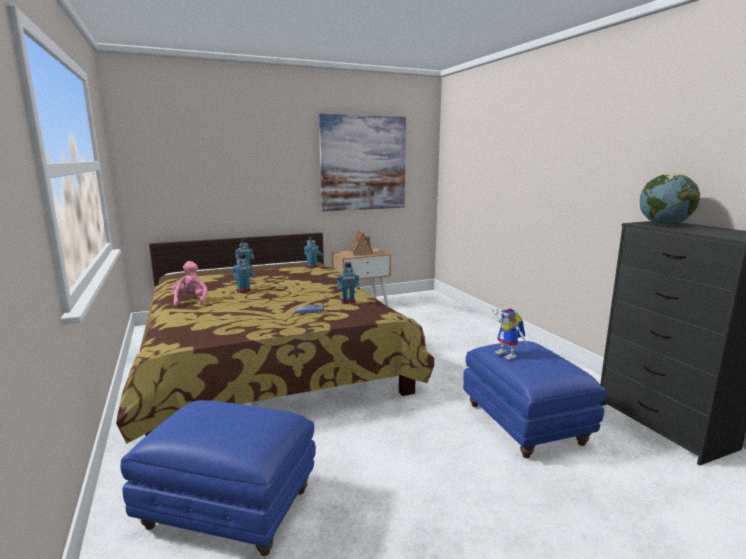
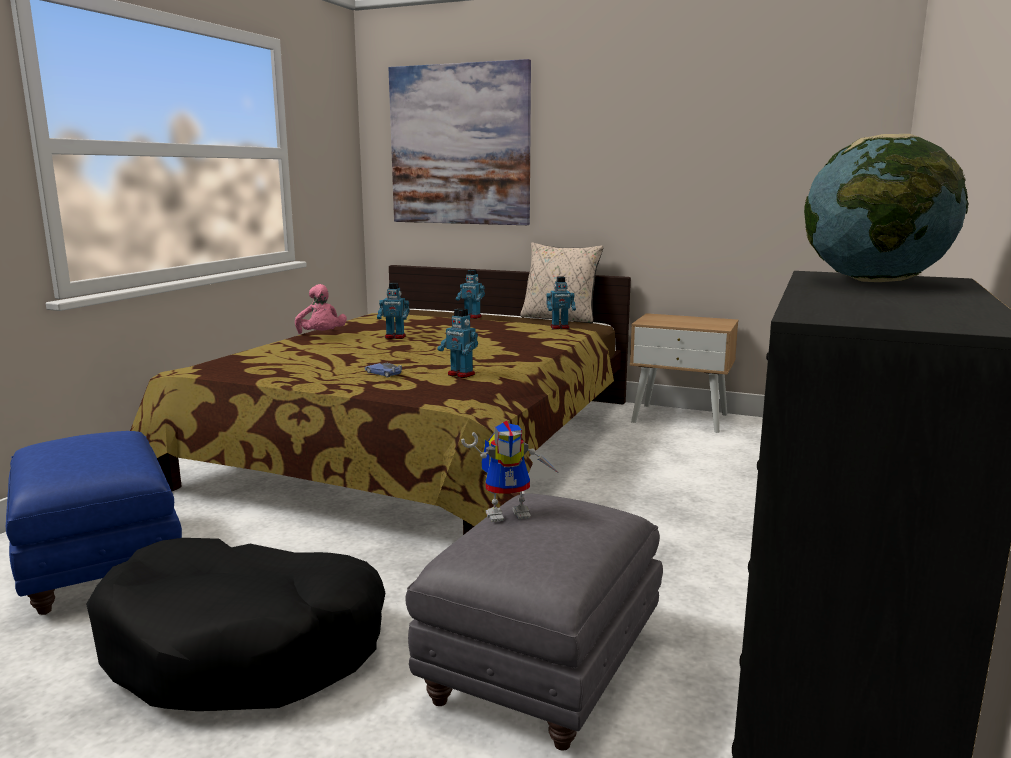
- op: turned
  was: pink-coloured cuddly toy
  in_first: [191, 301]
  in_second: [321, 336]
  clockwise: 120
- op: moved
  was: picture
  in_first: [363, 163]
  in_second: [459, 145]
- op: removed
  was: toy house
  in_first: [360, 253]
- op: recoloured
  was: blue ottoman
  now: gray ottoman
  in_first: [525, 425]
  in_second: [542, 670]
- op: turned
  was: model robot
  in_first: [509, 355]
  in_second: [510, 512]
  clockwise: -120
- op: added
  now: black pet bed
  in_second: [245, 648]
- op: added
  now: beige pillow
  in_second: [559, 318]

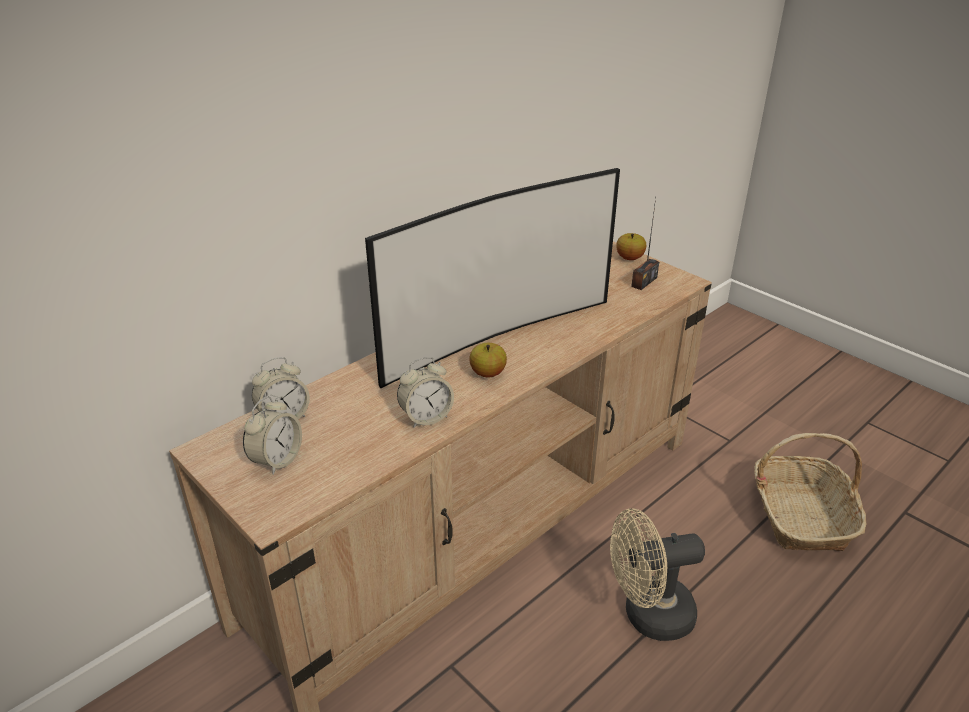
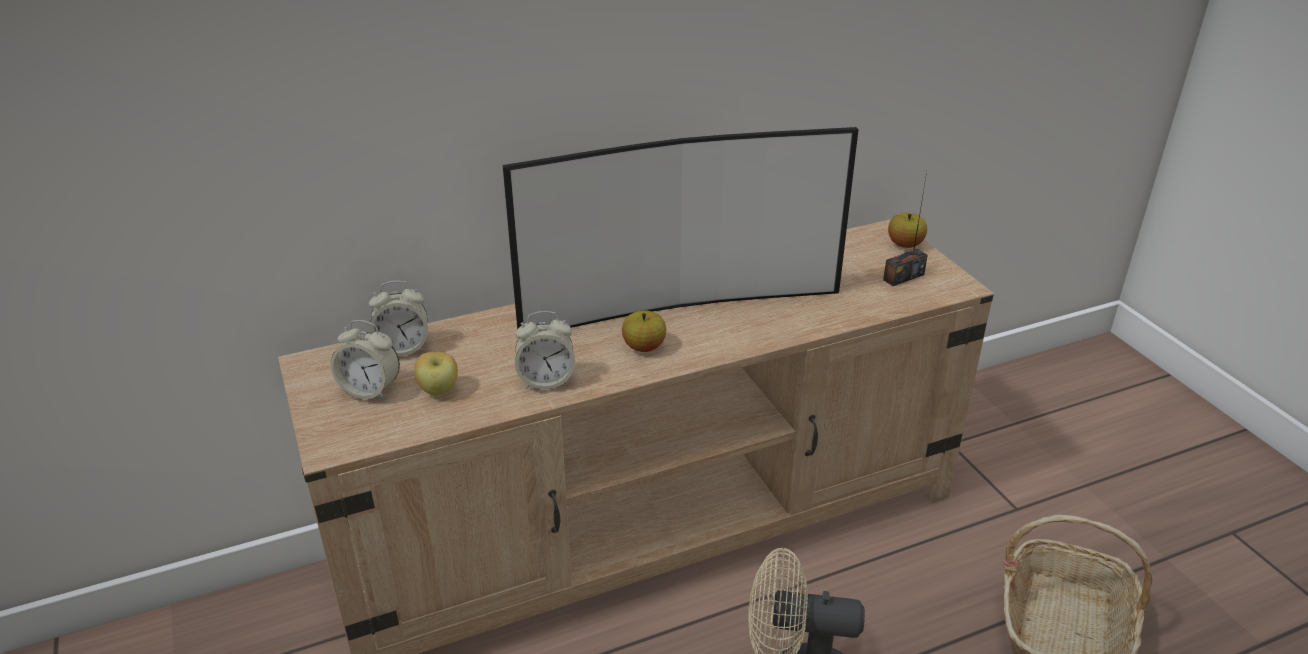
- op: turned
  was: table clock
  in_first: [277, 460]
  in_second: [370, 390]
  clockwise: 60
- op: added
  now: whole apple
  in_second: [439, 391]

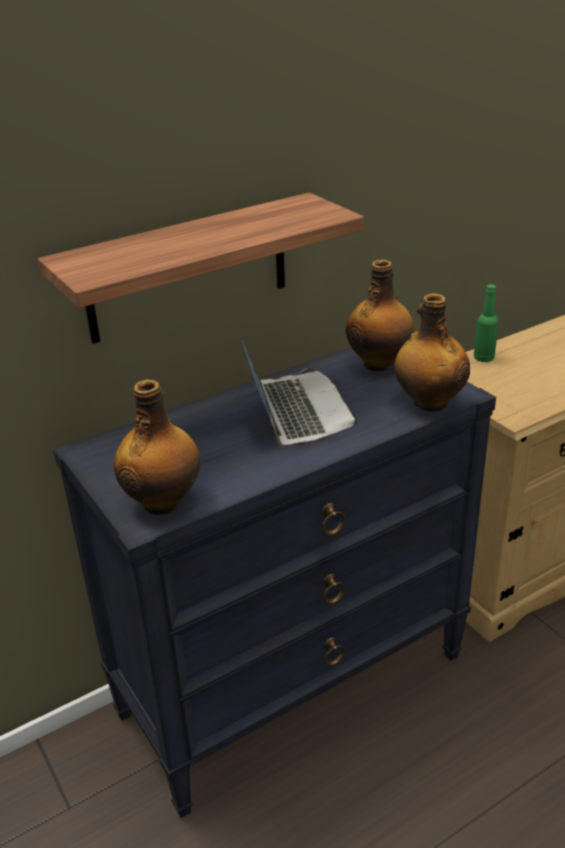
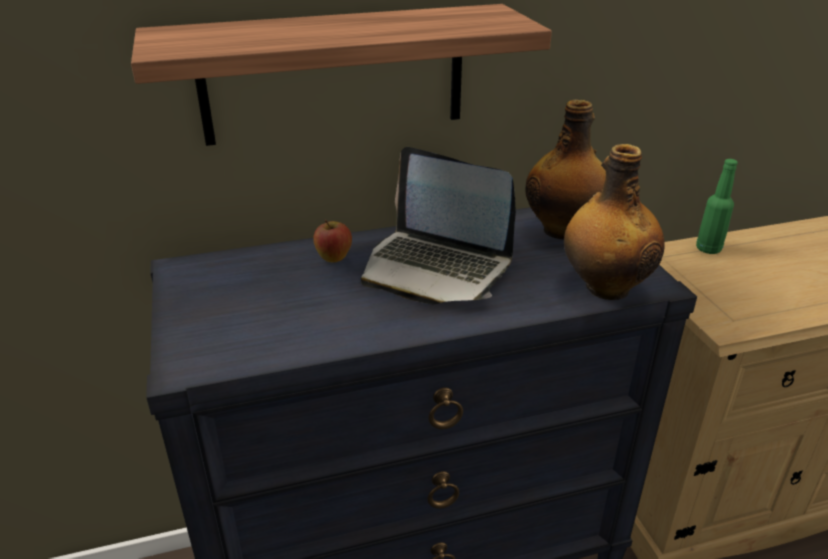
- op: removed
  was: bottle
  in_first: [163, 501]
- op: turned
  was: laptop
  in_first: [295, 411]
  in_second: [435, 267]
  clockwise: 120
- op: added
  now: whole apple
  in_second: [334, 259]

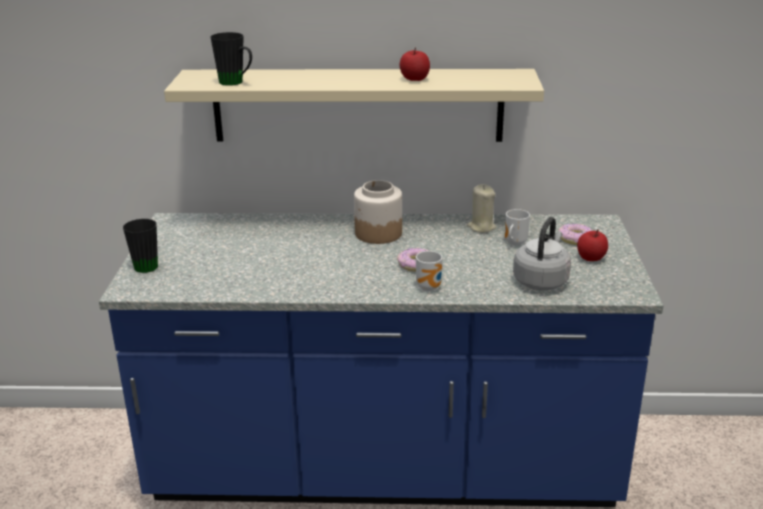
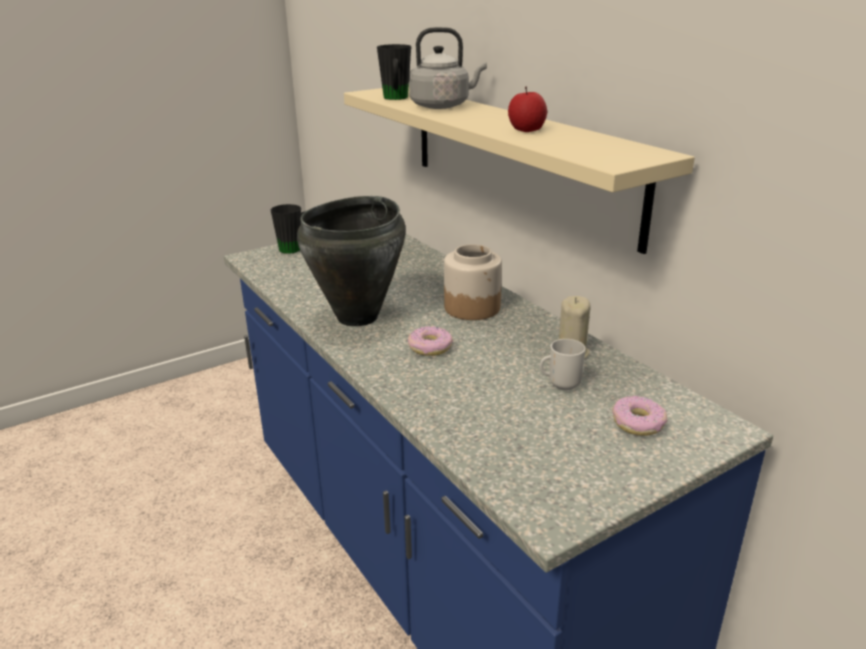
- op: removed
  was: coffee mug
  in_first: [430, 287]
- op: moved
  was: gray kettle
  in_first: [541, 280]
  in_second: [443, 106]
- op: removed
  was: whole apple
  in_first: [591, 258]
- op: added
  now: black stockpot
  in_second: [358, 317]

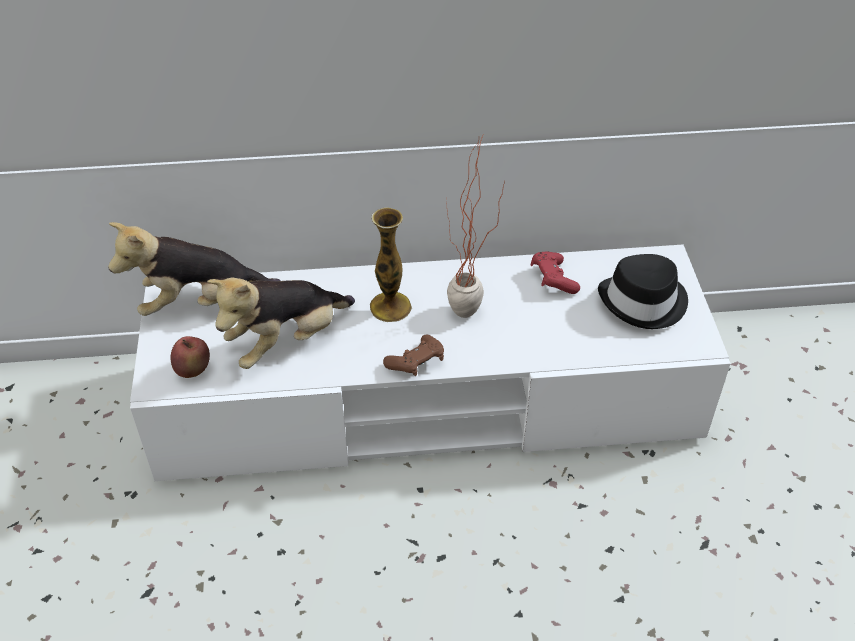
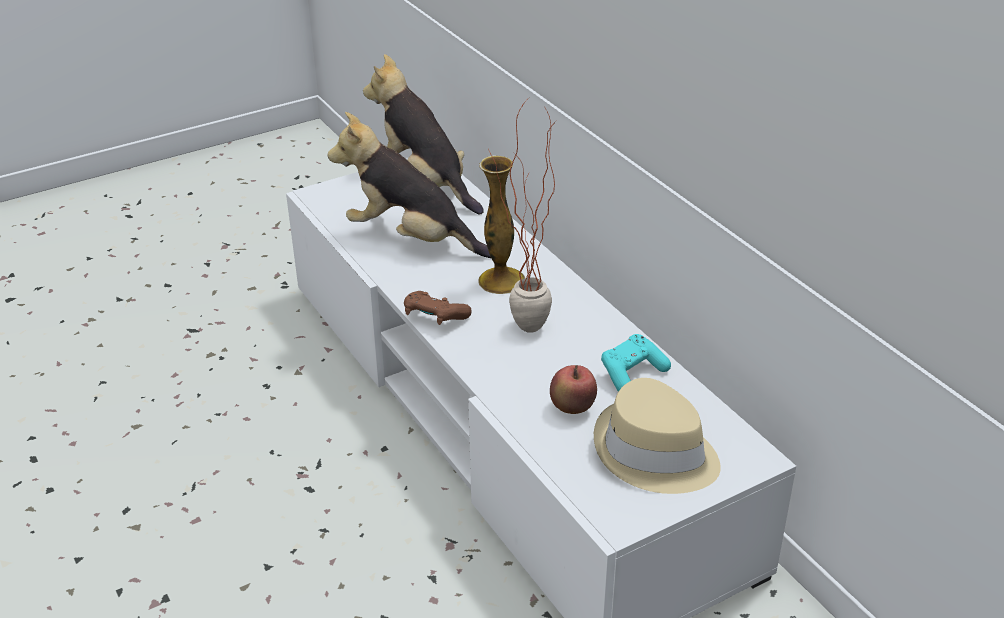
- op: moved
  was: whole apple
  in_first: [193, 370]
  in_second: [572, 409]
- op: recoloured
  was: red game controller
  now: blue-green game controller
  in_first: [553, 280]
  in_second: [632, 374]
- op: recoloured
  was: black clothing hat
  now: beige clothing hat
  in_first: [644, 302]
  in_second: [654, 454]

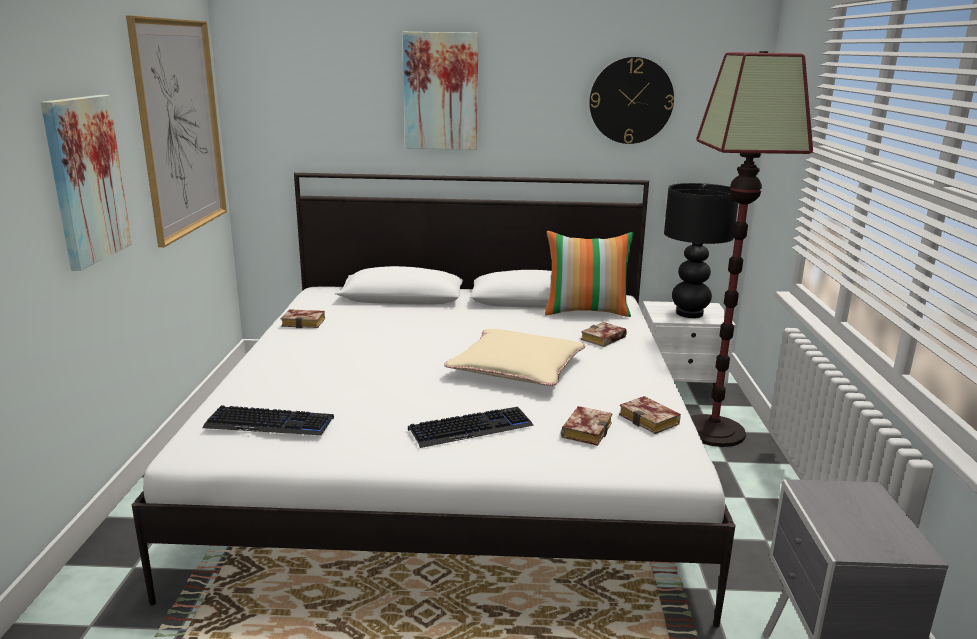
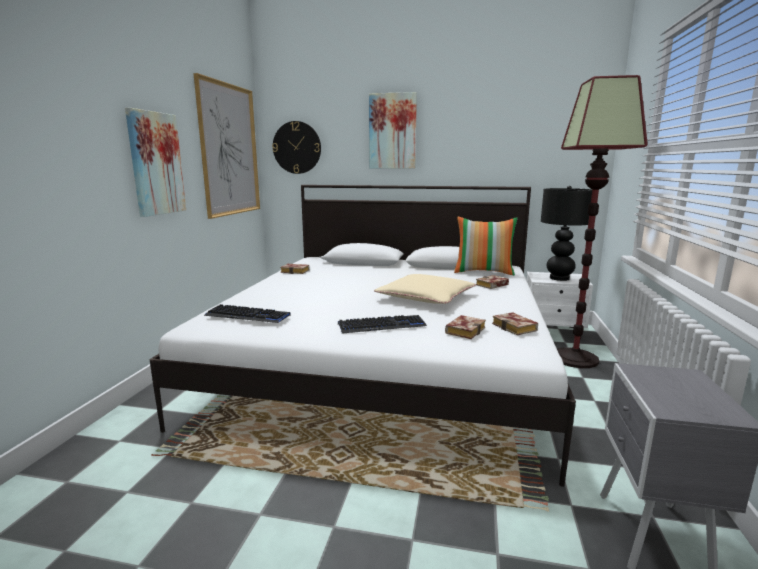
- op: moved
  was: hanging clock
  in_first: [631, 101]
  in_second: [297, 147]

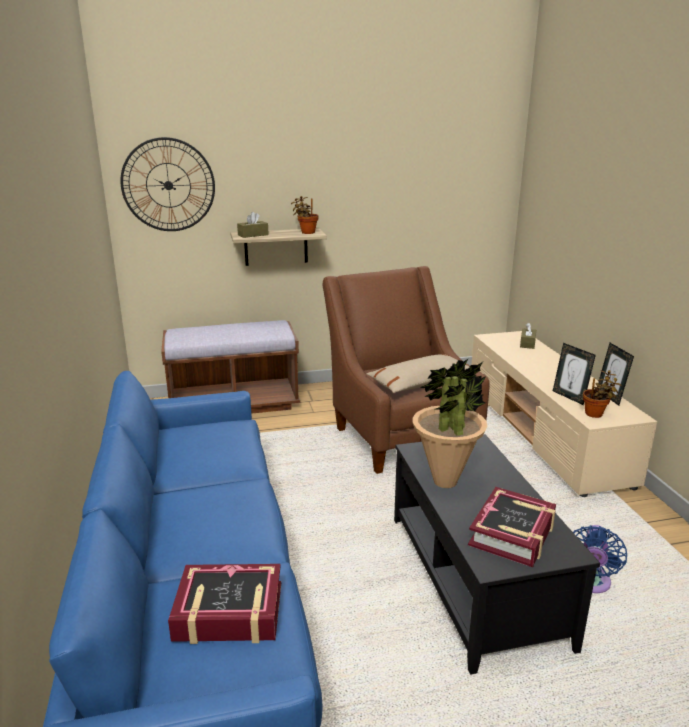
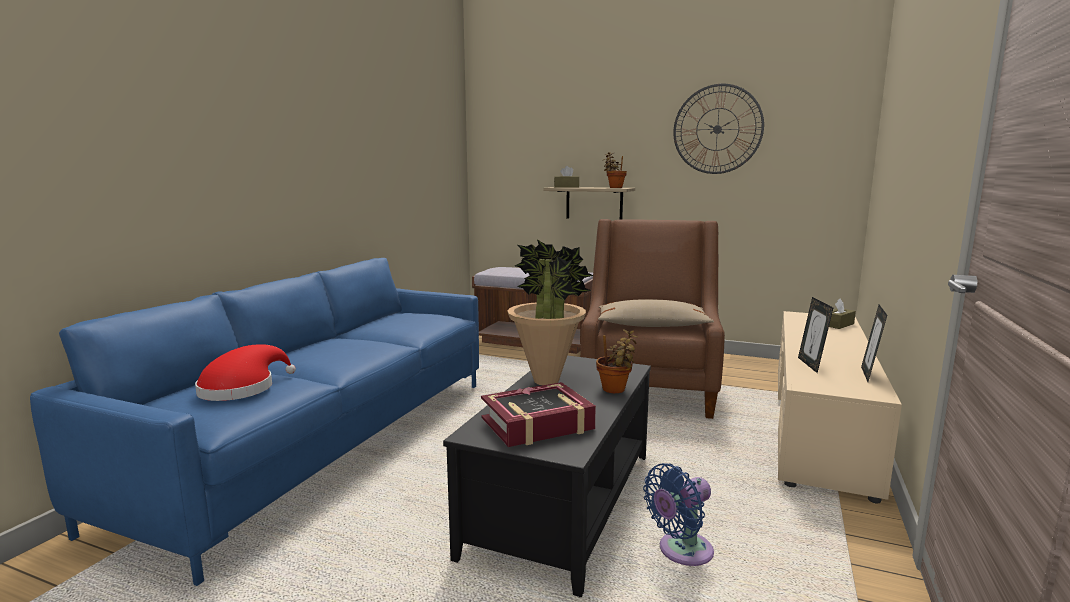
- op: moved
  was: hanging clock
  in_first: [168, 185]
  in_second: [717, 129]
- op: replaced
  was: bound book
  now: red clothing hat
  in_first: [229, 612]
  in_second: [242, 388]
- op: moved
  was: plant in a pot
  in_first: [596, 414]
  in_second: [615, 390]

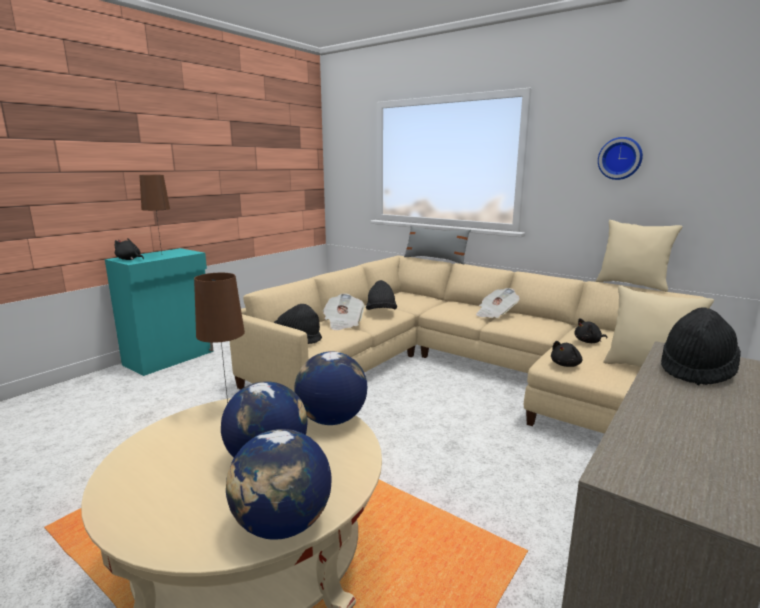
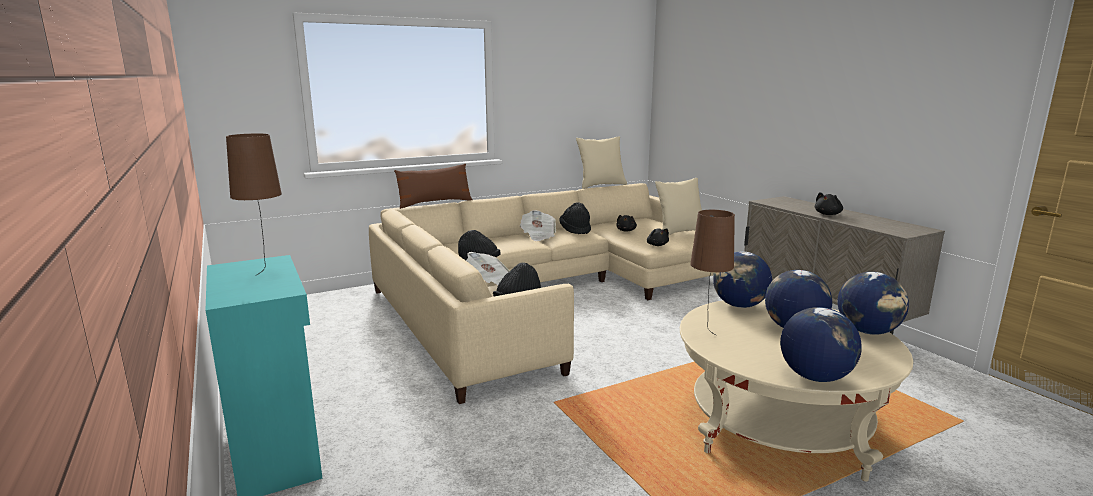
- op: moved
  was: black cuddly toy
  in_first: [129, 259]
  in_second: [828, 214]
- op: recoloured
  was: gray pillow
  now: brownish pillow
  in_first: [435, 259]
  in_second: [435, 203]
- op: removed
  was: hanging clock
  in_first: [620, 158]
- op: moved
  was: black clothing hat
  in_first: [696, 370]
  in_second: [575, 230]
- op: added
  now: desk globe
  in_second: [814, 377]

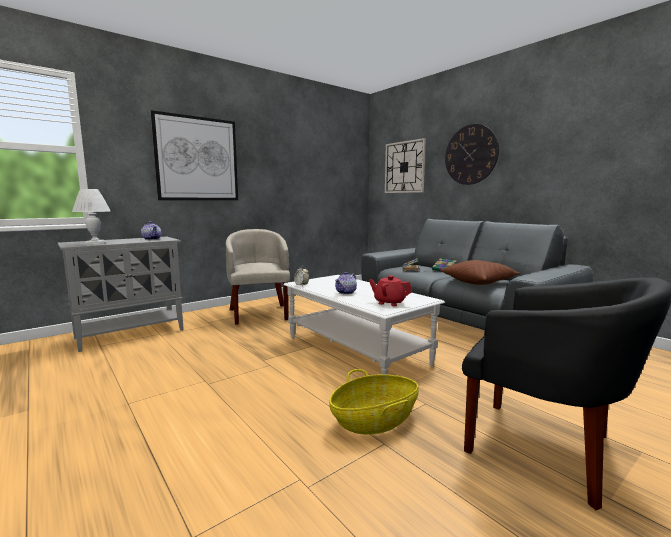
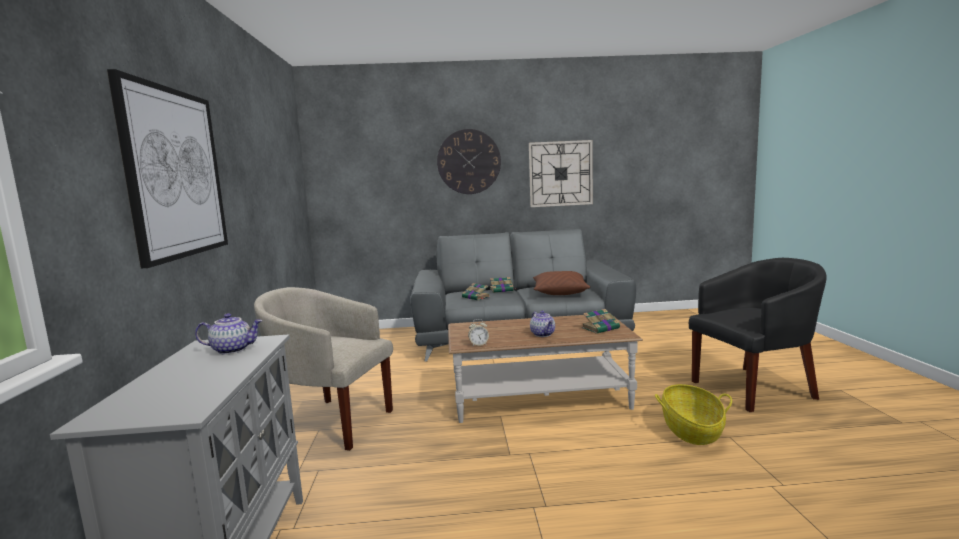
- op: removed
  was: whitish lamp for a table
  in_first: [95, 243]
- op: recoloured
  was: whitish coffee table
  now: brownish coffee table
  in_first: [356, 350]
  in_second: [539, 398]
- op: replaced
  was: red teapot
  now: bound book
  in_first: [389, 303]
  in_second: [601, 328]
- op: moved
  was: hanging clock
  in_first: [404, 167]
  in_second: [560, 173]

